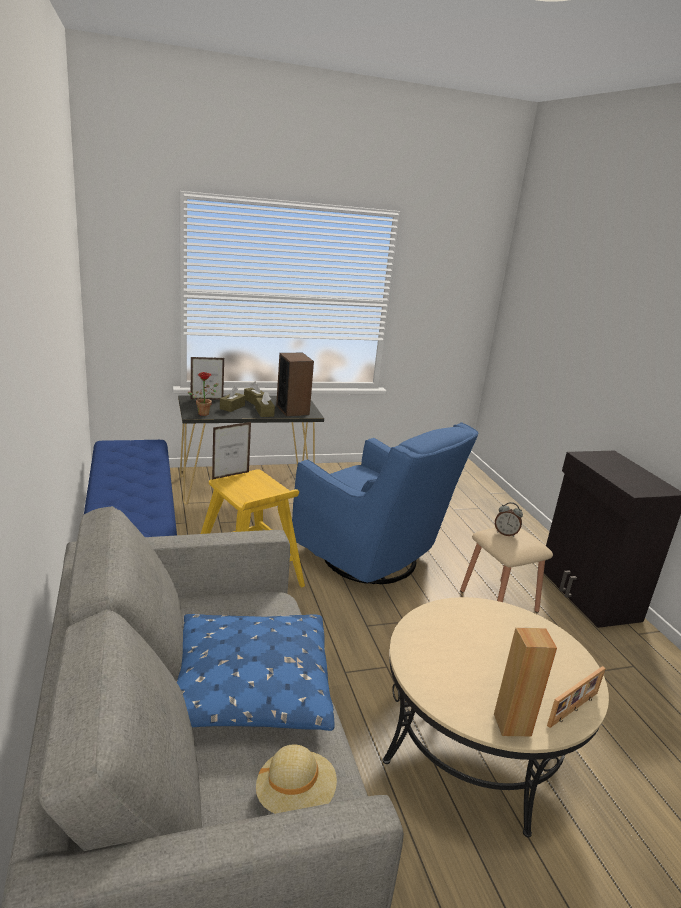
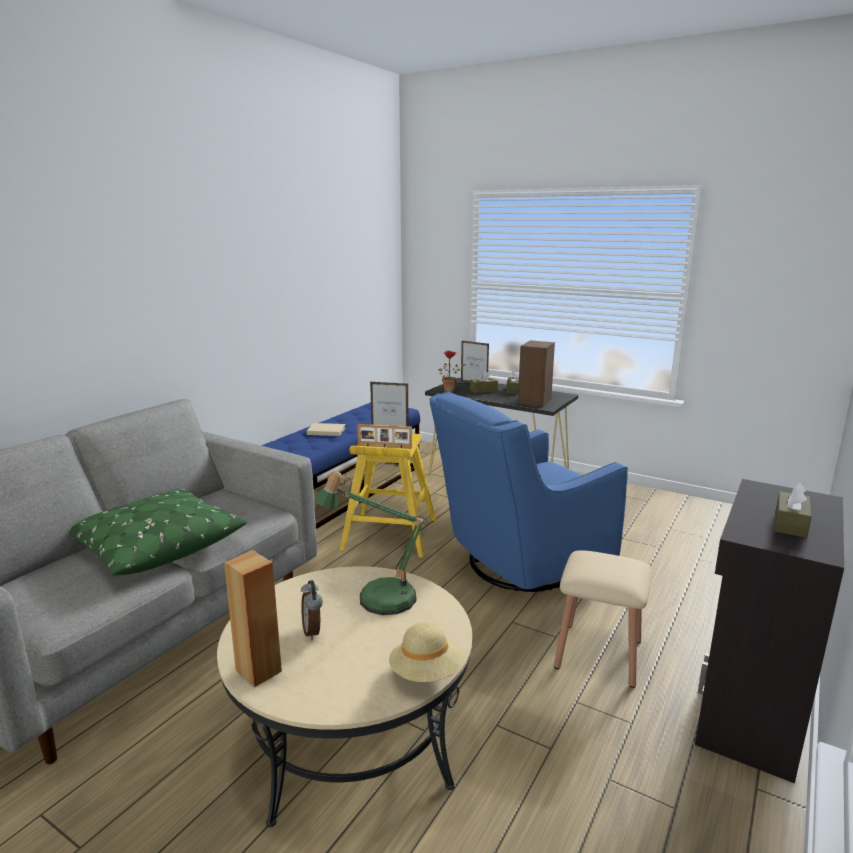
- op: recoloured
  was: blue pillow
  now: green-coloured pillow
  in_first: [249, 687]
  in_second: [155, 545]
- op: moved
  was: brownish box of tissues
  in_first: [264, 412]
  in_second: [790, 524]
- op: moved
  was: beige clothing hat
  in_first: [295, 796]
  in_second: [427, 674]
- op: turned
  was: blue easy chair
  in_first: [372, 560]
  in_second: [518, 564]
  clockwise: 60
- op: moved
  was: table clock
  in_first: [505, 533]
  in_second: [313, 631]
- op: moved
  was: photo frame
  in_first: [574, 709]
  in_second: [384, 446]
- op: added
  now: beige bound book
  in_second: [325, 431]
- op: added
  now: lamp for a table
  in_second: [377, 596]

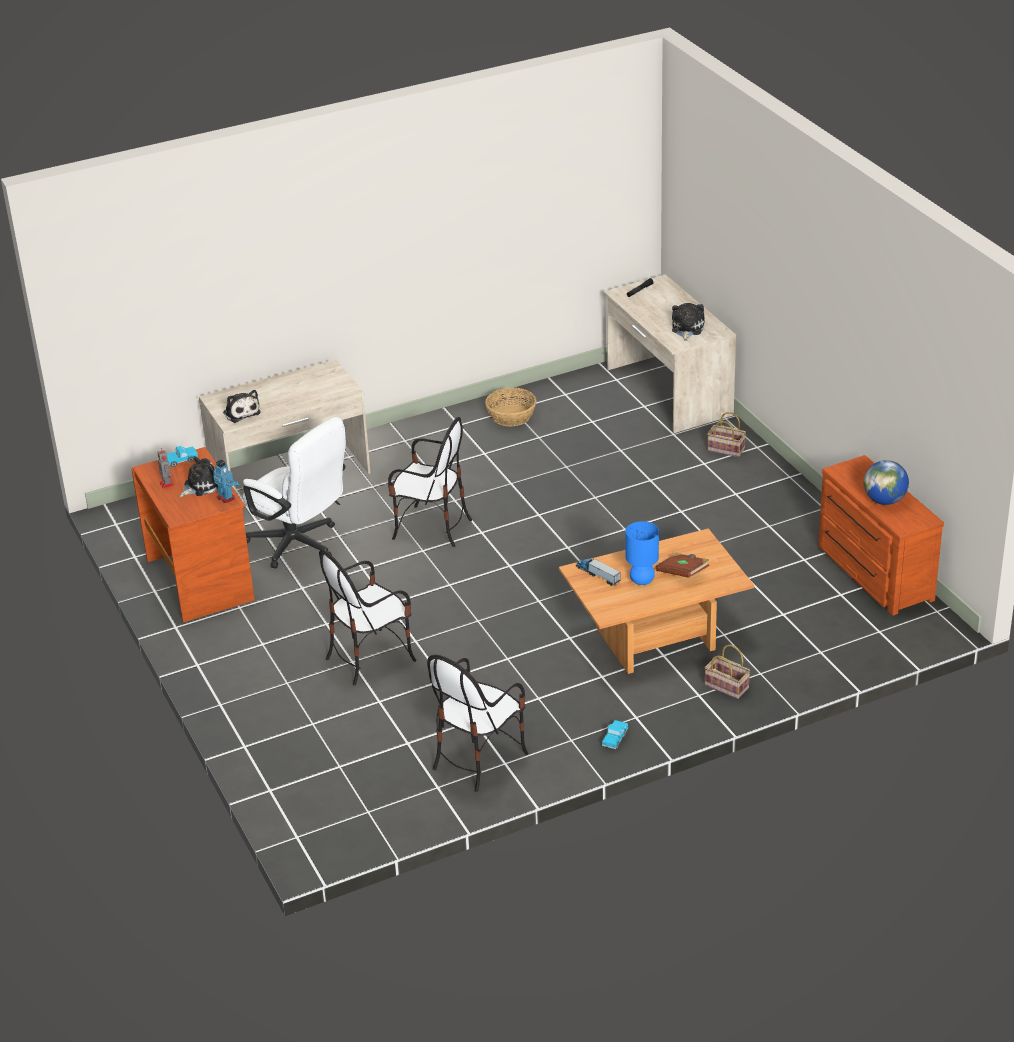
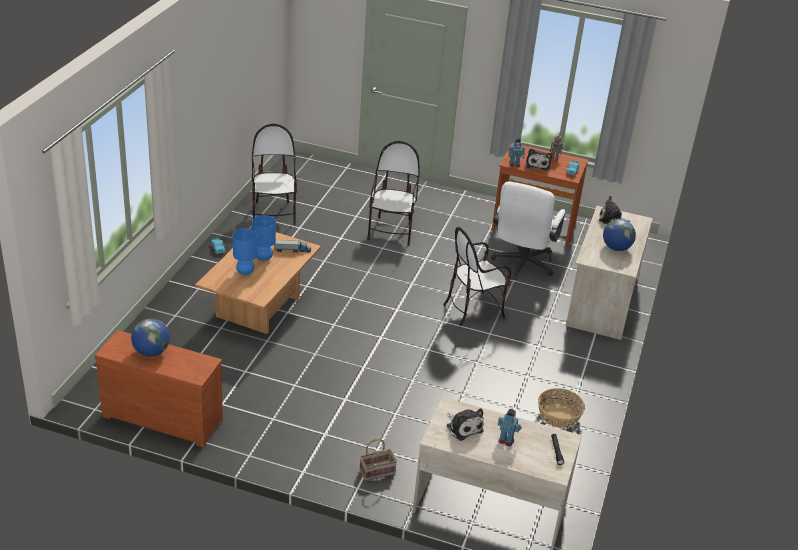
- op: turned
  was: whitish office chair
  in_first: [300, 545]
  in_second: [521, 266]
  clockwise: -60
- op: replaced
  was: brownish bound book
  now: blue lamp for a table
  in_first: [682, 573]
  in_second: [245, 272]
- op: removed
  was: storage basket
  in_first: [728, 686]
- op: added
  now: model robot
  in_second: [506, 440]
- op: added
  now: desk globe
  in_second: [616, 248]

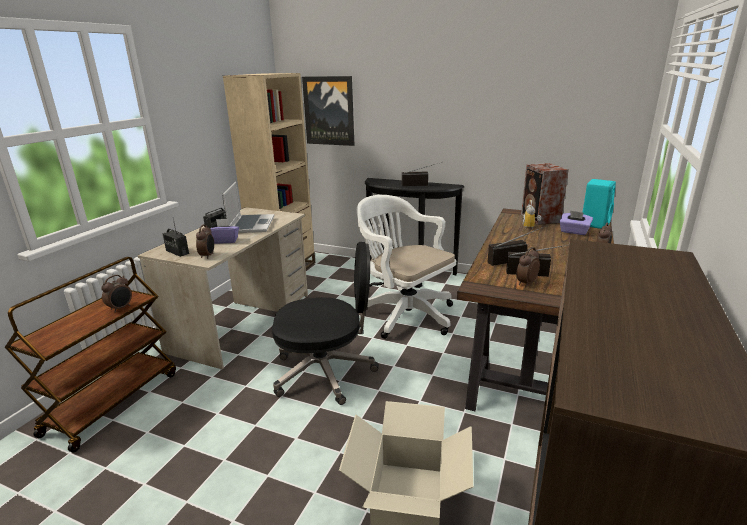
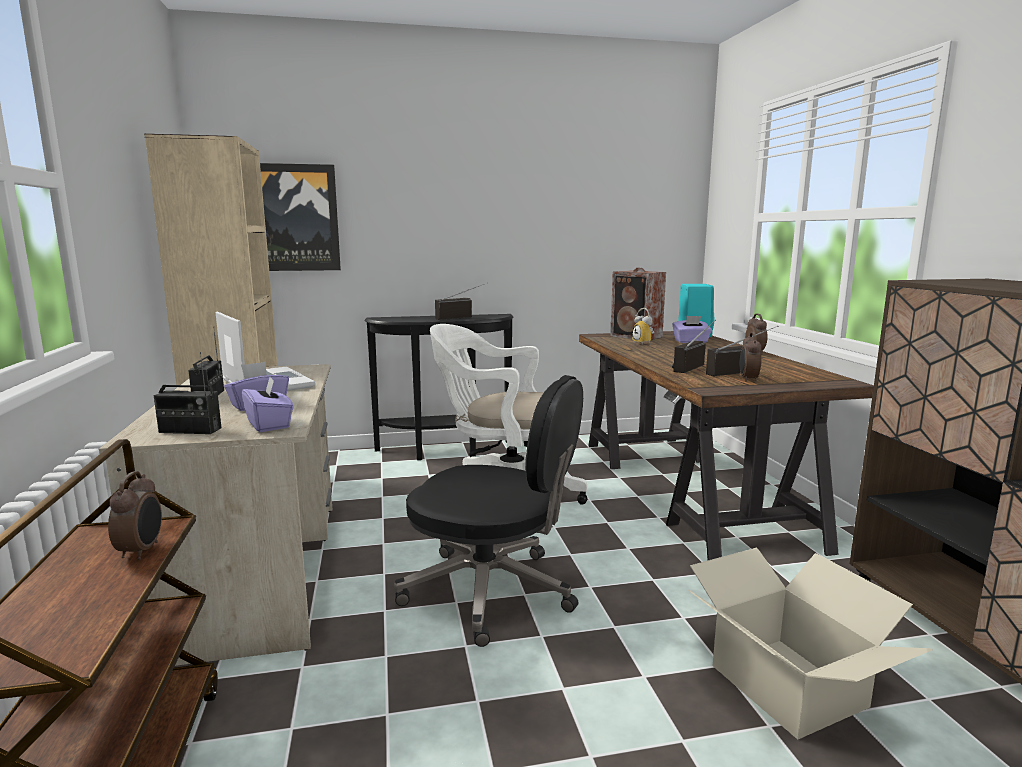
- op: replaced
  was: table clock
  now: purple box of tissues
  in_first: [208, 256]
  in_second: [269, 424]
- op: turned
  was: black office chair
  in_first: [326, 372]
  in_second: [492, 591]
  clockwise: 60

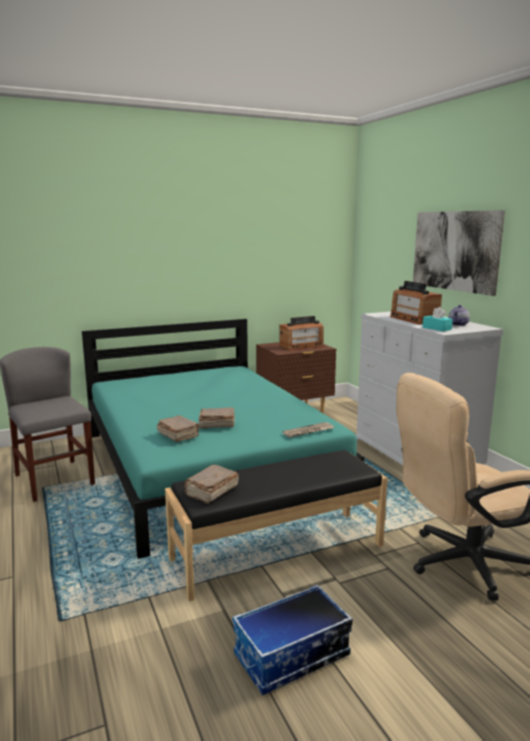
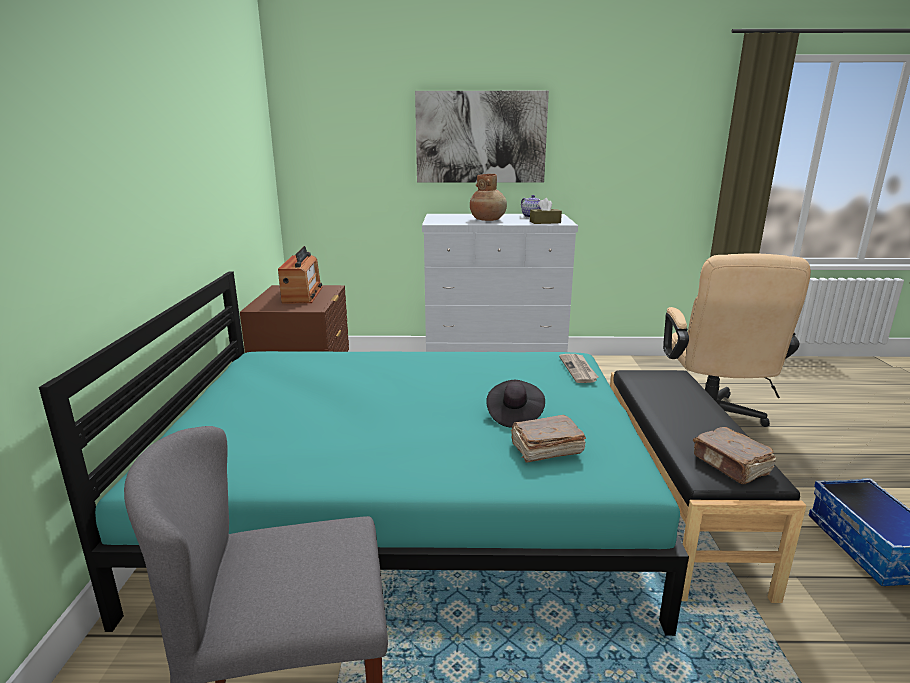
- op: replaced
  was: brownish bound book
  now: black clothing hat
  in_first: [216, 424]
  in_second: [514, 415]
- op: replaced
  was: radio
  now: brownish vase
  in_first: [413, 319]
  in_second: [488, 220]
- op: recoloured
  was: blue-green box of tissues
  now: brownish box of tissues
  in_first: [436, 328]
  in_second: [545, 222]

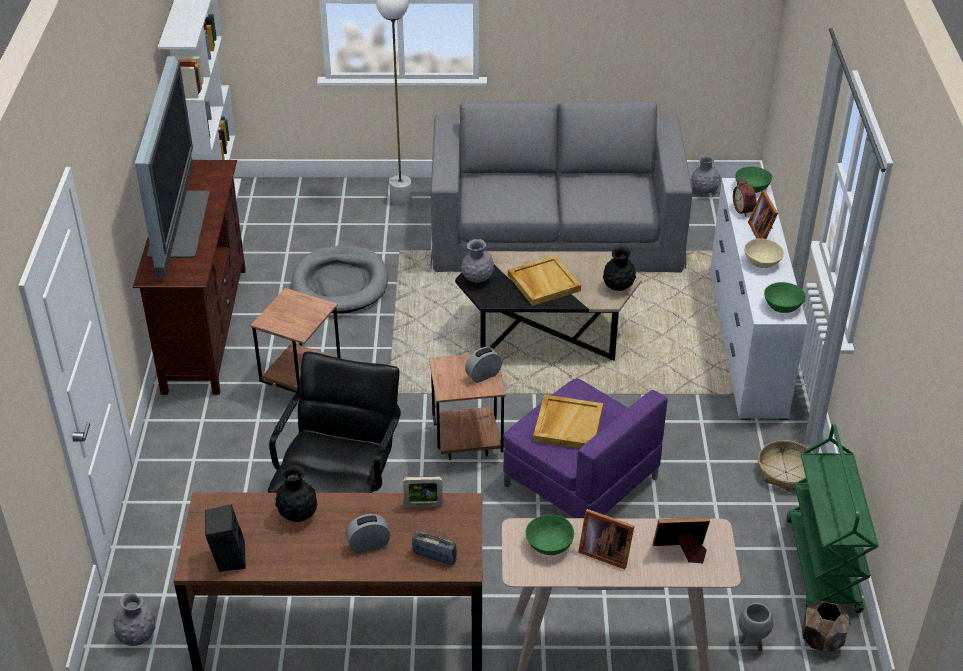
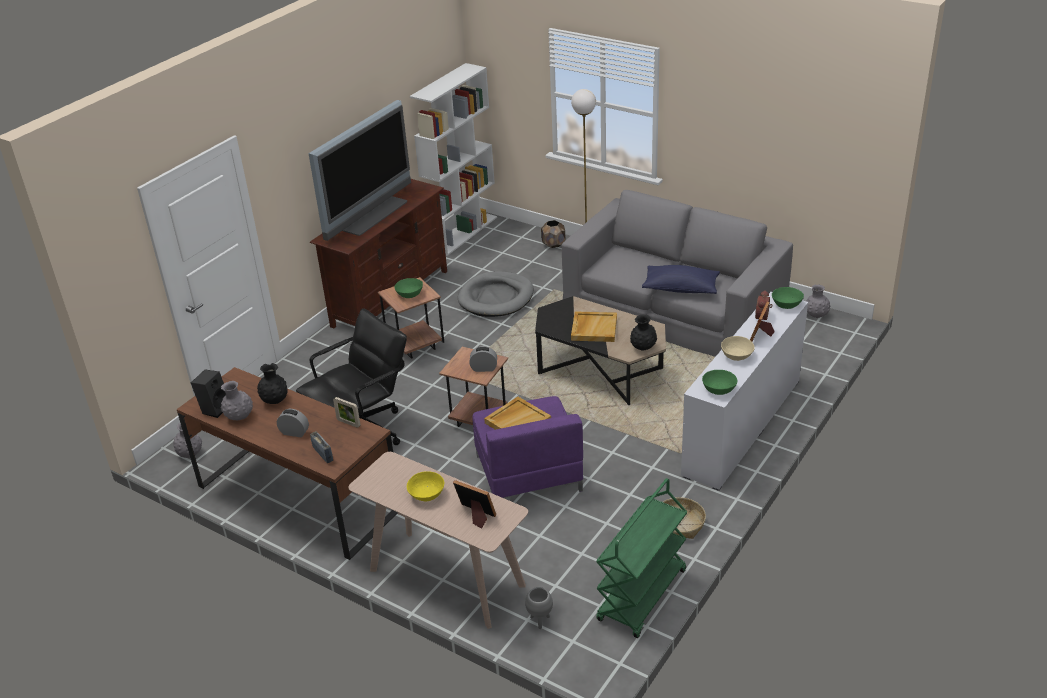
- op: moved
  was: gray vase
  in_first: [477, 279]
  in_second: [239, 417]
- op: moved
  was: green-coloured bowl
  in_first: [549, 545]
  in_second: [409, 294]
- op: replaced
  was: photo frame
  now: yellow-coloured bowl
  in_first: [604, 552]
  in_second: [427, 495]
- op: moved
  was: brownish planter
  in_first: [822, 639]
  in_second: [553, 244]
- op: added
  now: blue pillow
  in_second: [680, 288]

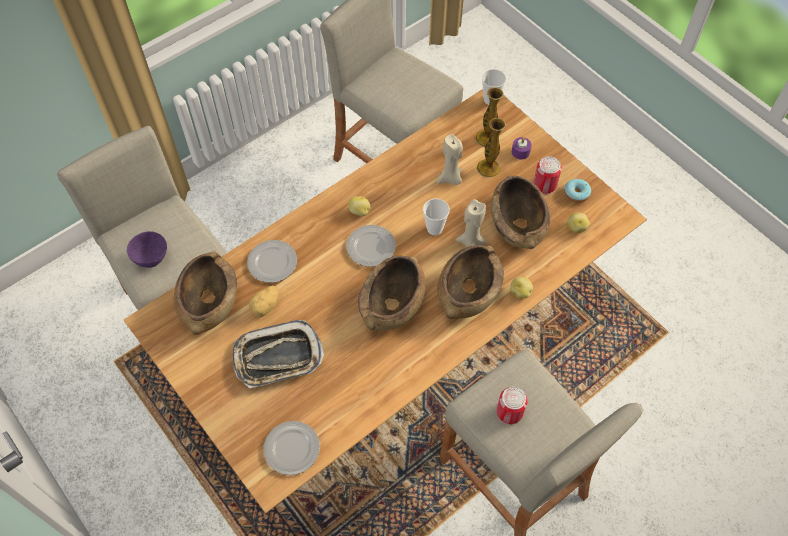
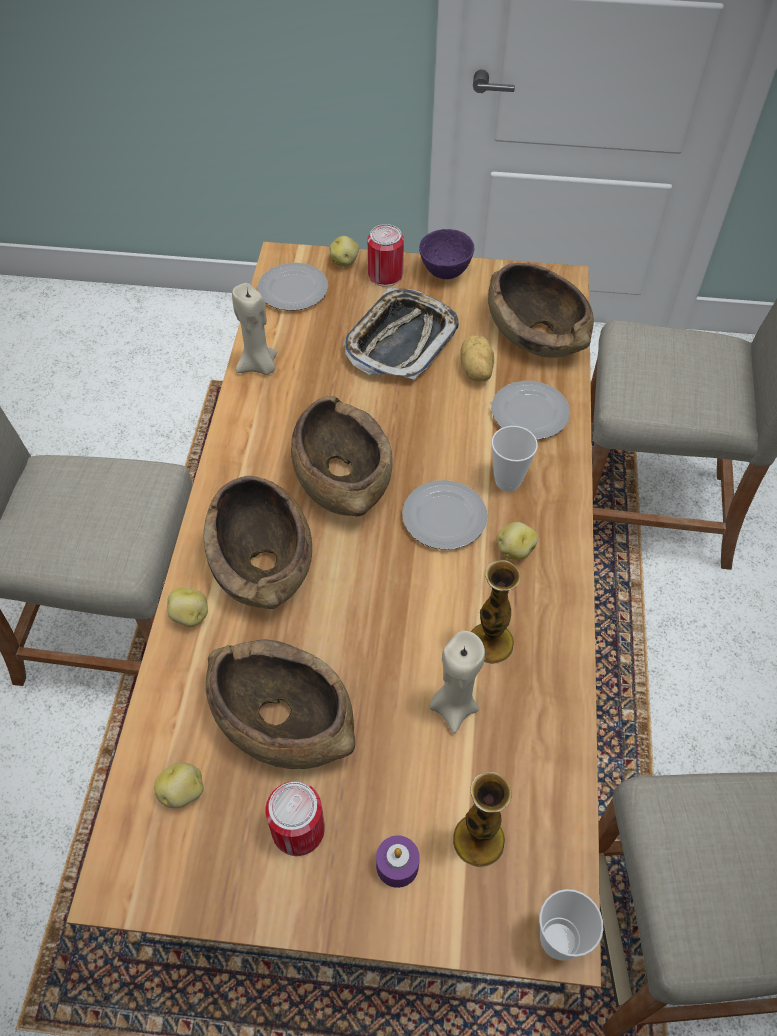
- op: moved
  was: purple bowl
  in_first: [151, 258]
  in_second: [446, 273]
- op: moved
  was: small cup
  in_first: [434, 229]
  in_second: [508, 481]
- op: moved
  was: beige candle
  in_first: [470, 241]
  in_second: [259, 366]
- op: moved
  was: vase
  in_first: [488, 168]
  in_second: [490, 642]
- op: moved
  was: sealed can
  in_first: [509, 412]
  in_second: [385, 275]
- op: removed
  was: doughnut
  in_first: [576, 193]
- op: added
  now: whole potato
  in_second: [345, 261]

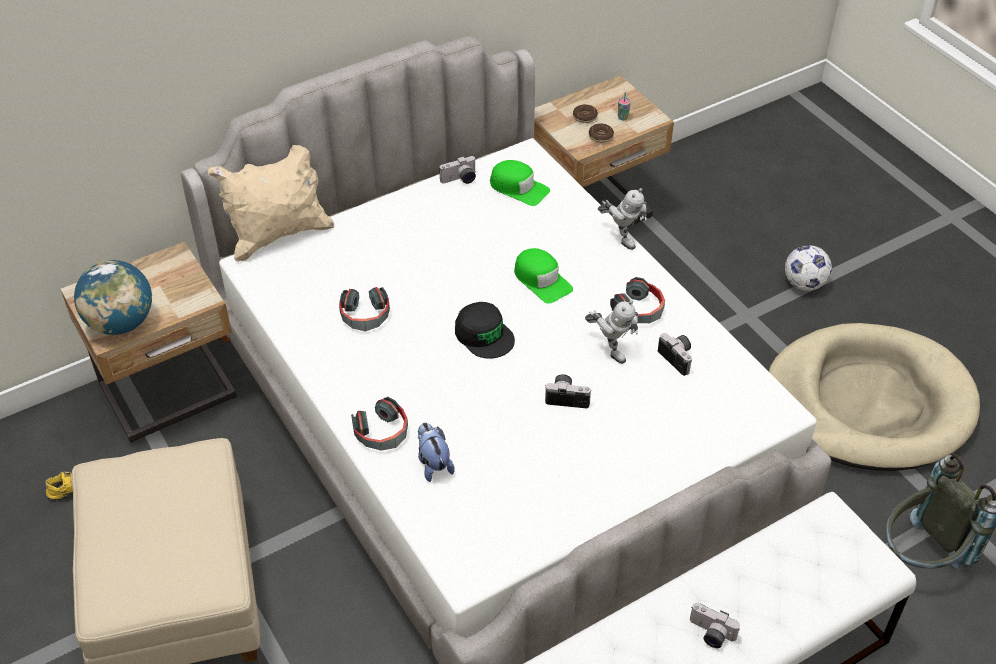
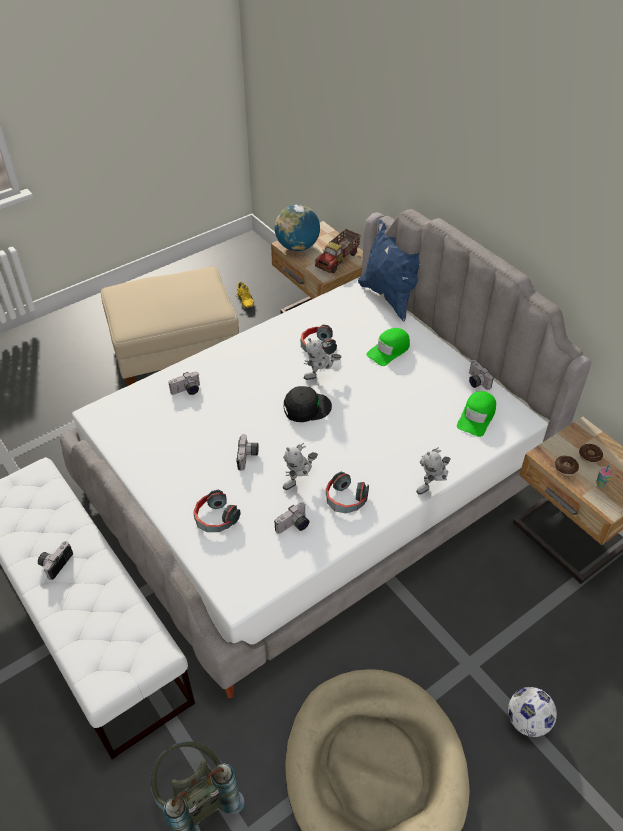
- op: recoloured
  was: beige pillow
  now: blue pillow
  in_first: [278, 235]
  in_second: [389, 297]
- op: moved
  was: headphones
  in_first: [382, 433]
  in_second: [215, 518]
- op: replaced
  was: cuddly toy
  now: photo camera
  in_first: [433, 463]
  in_second: [187, 391]
- op: turned
  was: black cap
  in_first: [484, 335]
  in_second: [306, 407]
  clockwise: -150
- op: moved
  was: green-coloured cap
  in_first: [541, 280]
  in_second: [389, 350]
- op: added
  now: model robot
  in_second: [320, 376]
- op: added
  now: model truck
  in_second: [338, 260]

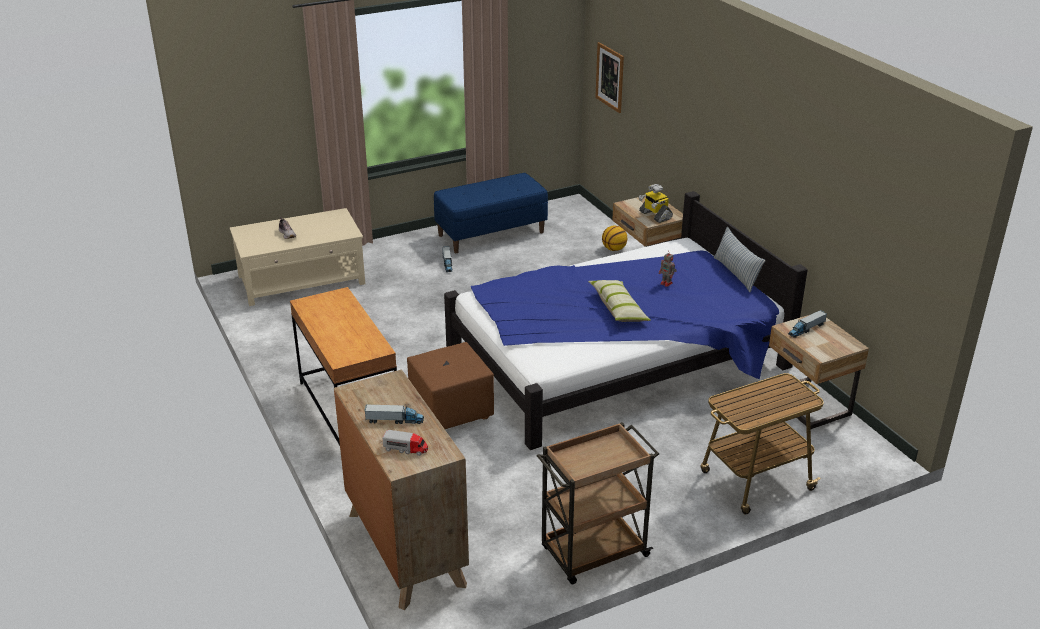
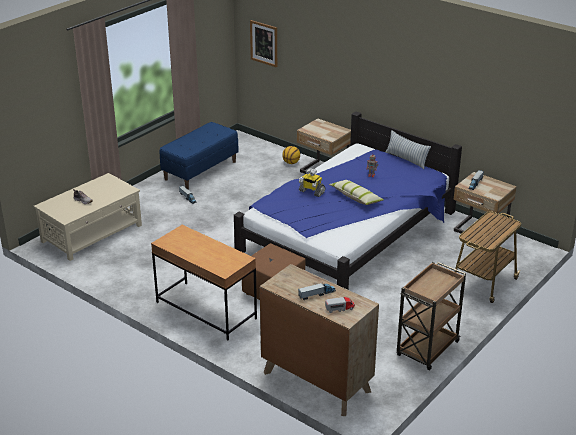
- op: moved
  was: model robot
  in_first: [654, 215]
  in_second: [311, 191]

